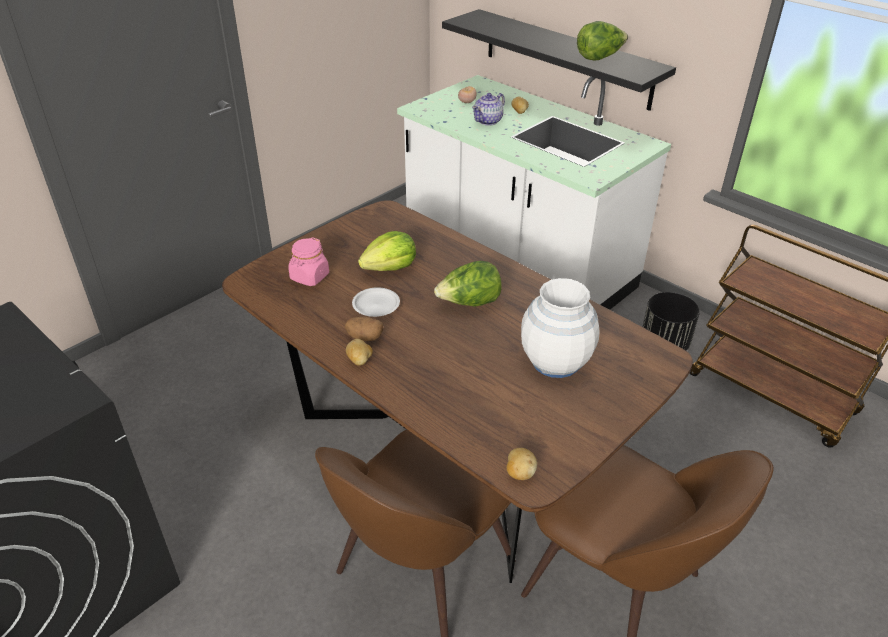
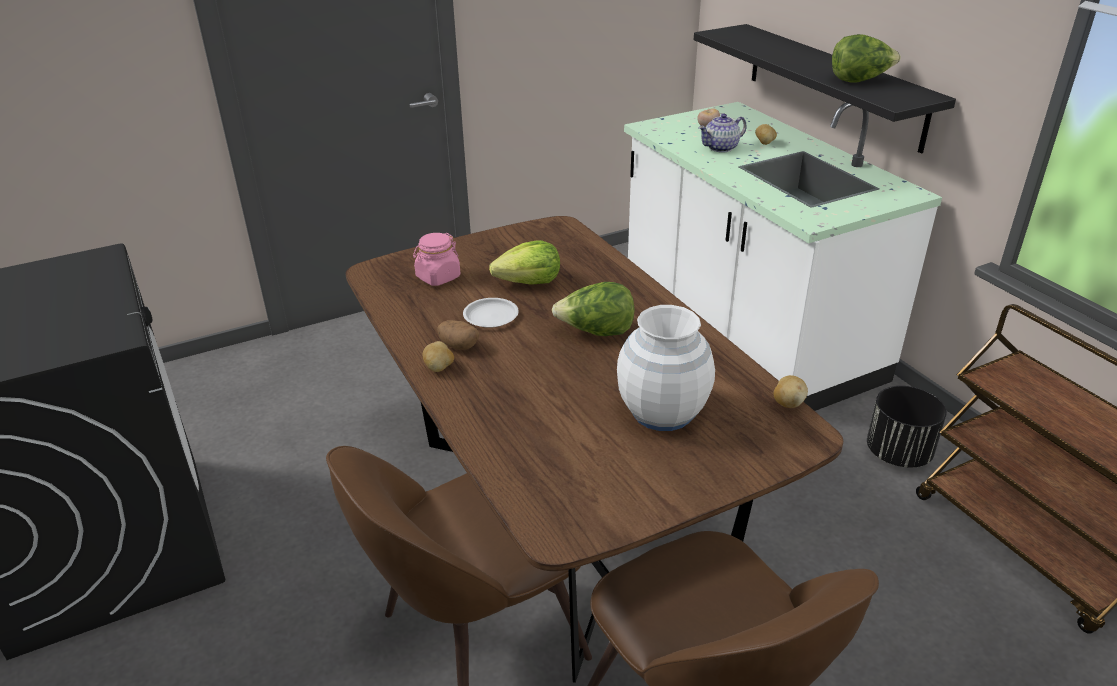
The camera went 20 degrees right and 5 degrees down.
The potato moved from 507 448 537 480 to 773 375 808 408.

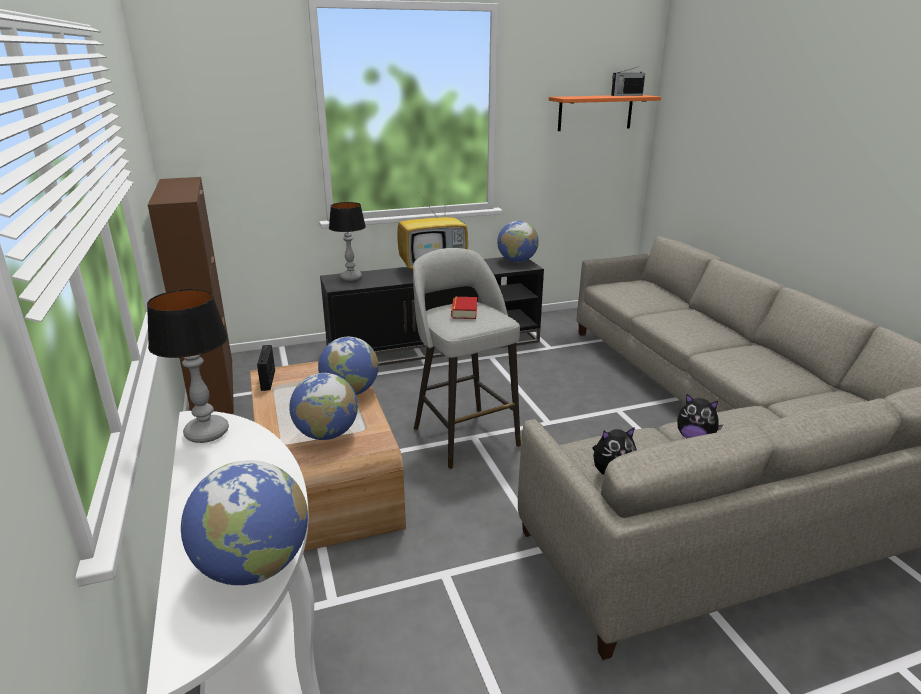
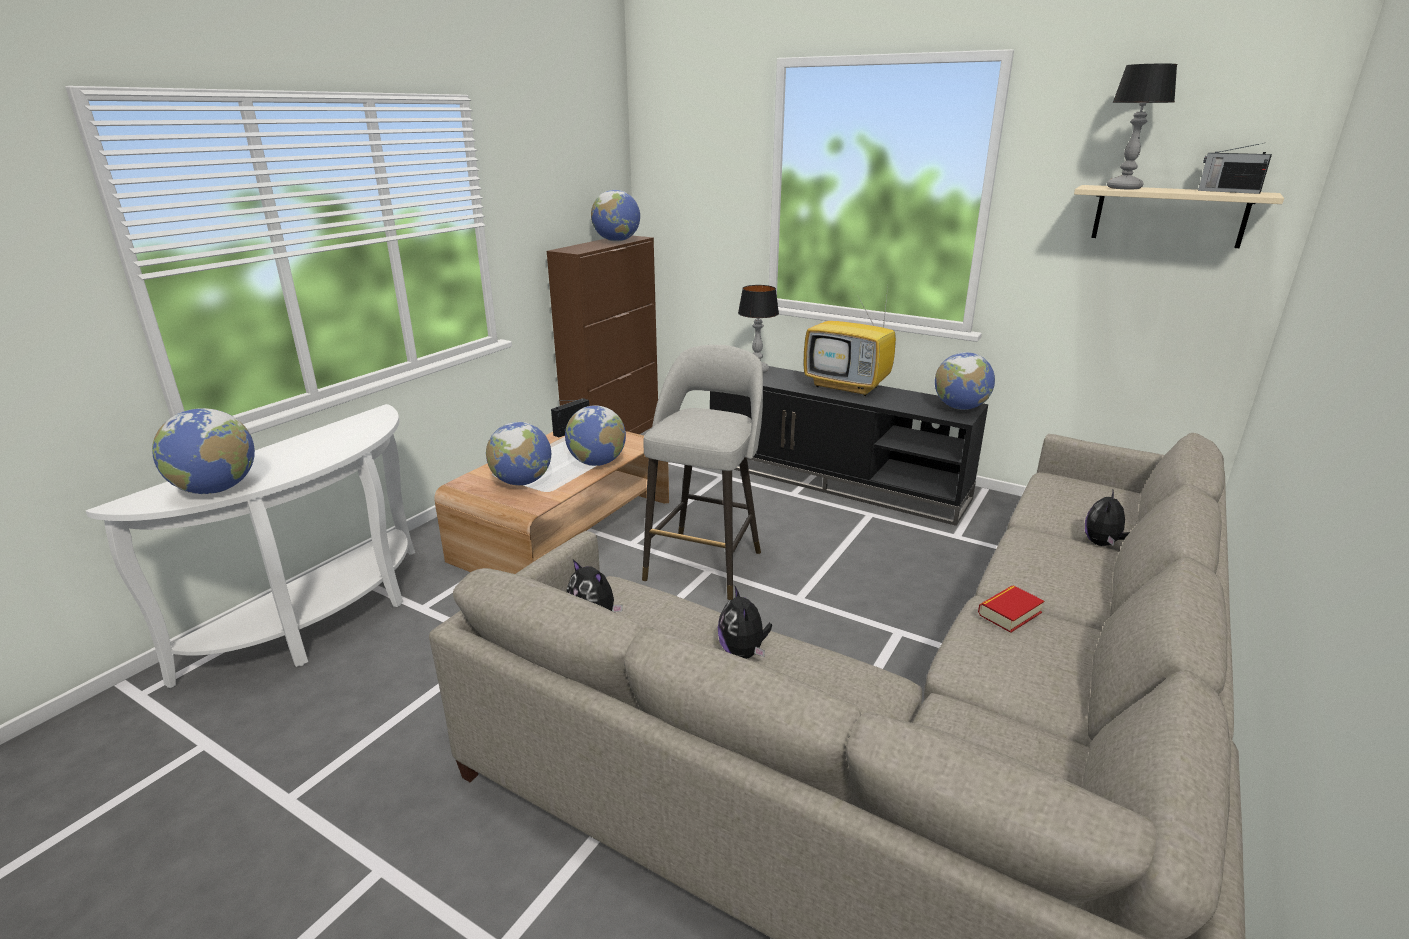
The camera went 50 degrees right and 0 degrees up.
The world globe at 591 190 640 242 appeared.
The soft toy at 1085 490 1130 546 appeared.
The table lamp moved from 147 289 229 443 to 1107 63 1177 189.
The volume moved from 451 297 477 319 to 978 585 1044 633.
The bracket shelf/orange at 549 95 661 131 became the bracket shelf/beige-coloured at 1074 185 1284 248.

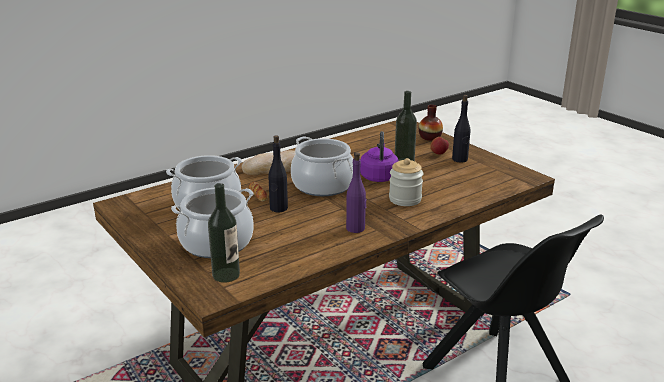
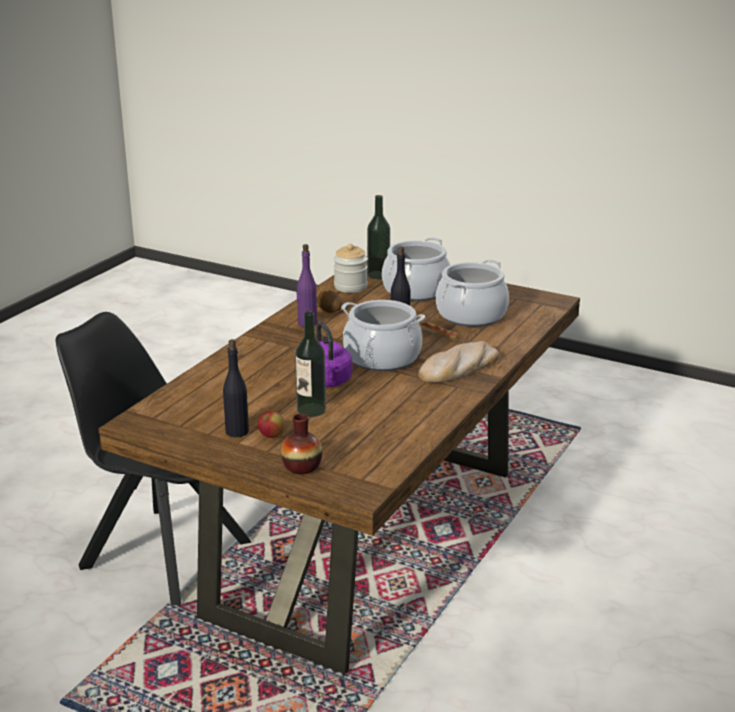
The camera went 155 degrees right and 0 degrees up.
The potato at 317 291 343 313 appeared.
The jar moved from 389 158 423 206 to 333 244 368 293.

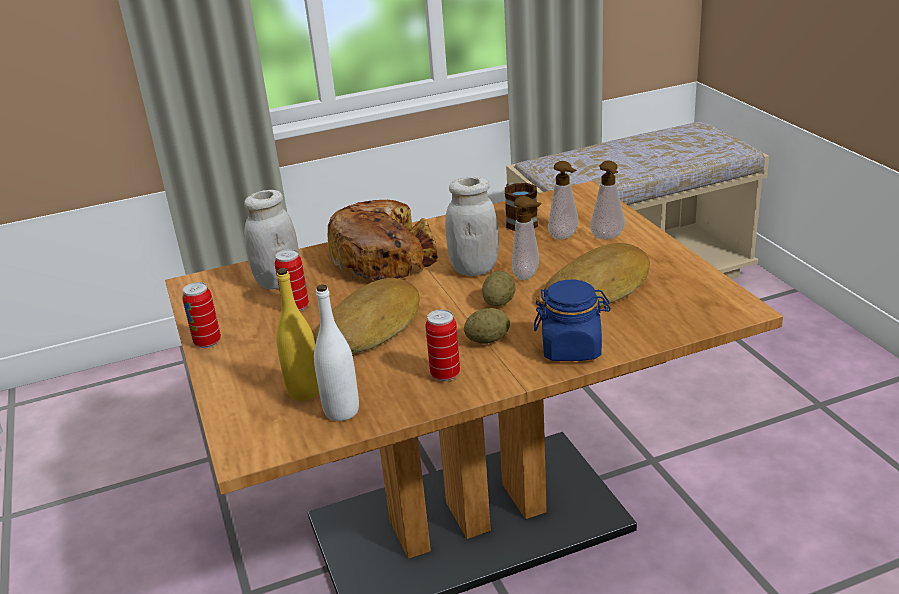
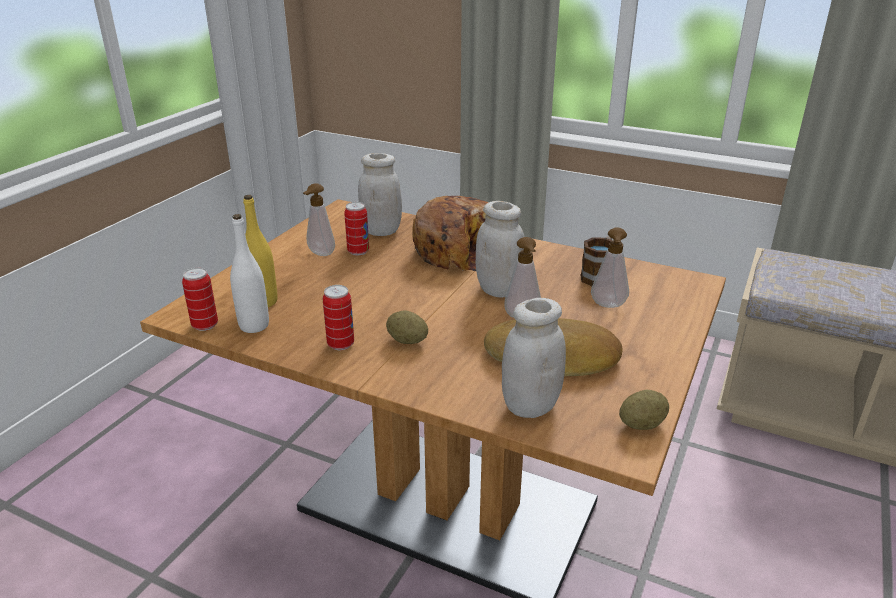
The camera went 45 degrees right and 0 degrees up.
The baked bread at 313 278 419 354 disappeared.
The jar/bluish at 534 279 611 361 disappeared.
The jar/white at 502 298 566 418 appeared.
The can moved from 182 282 221 348 to 182 268 218 331.
The potato moved from 482 271 515 306 to 619 389 669 430.
The liquid soap bottle moved from 590 161 625 239 to 303 183 335 256.

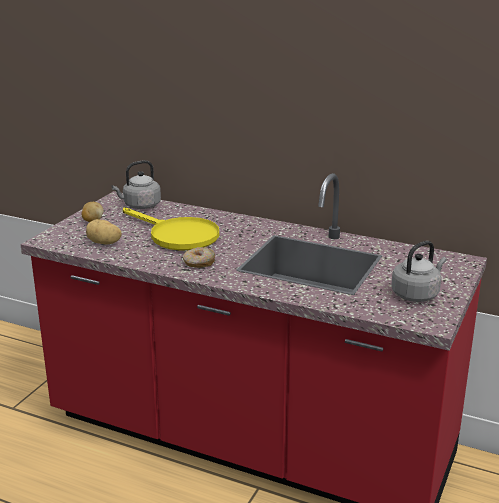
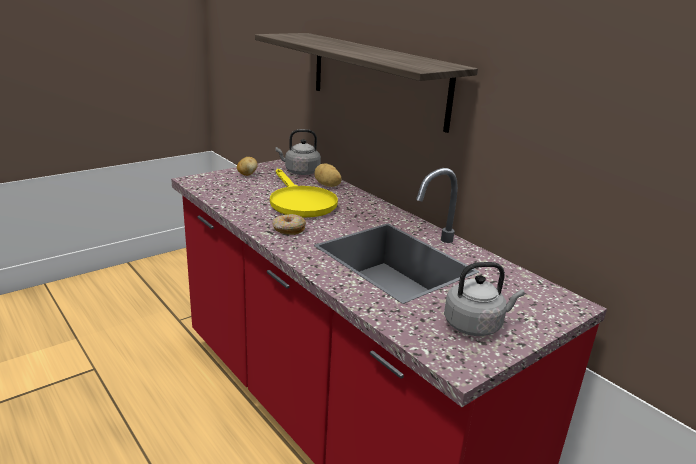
The camera went 25 degrees right and 0 degrees up.
The bracket shelf at 255 33 478 133 appeared.
The potato moved from 86 219 122 245 to 314 163 342 187.

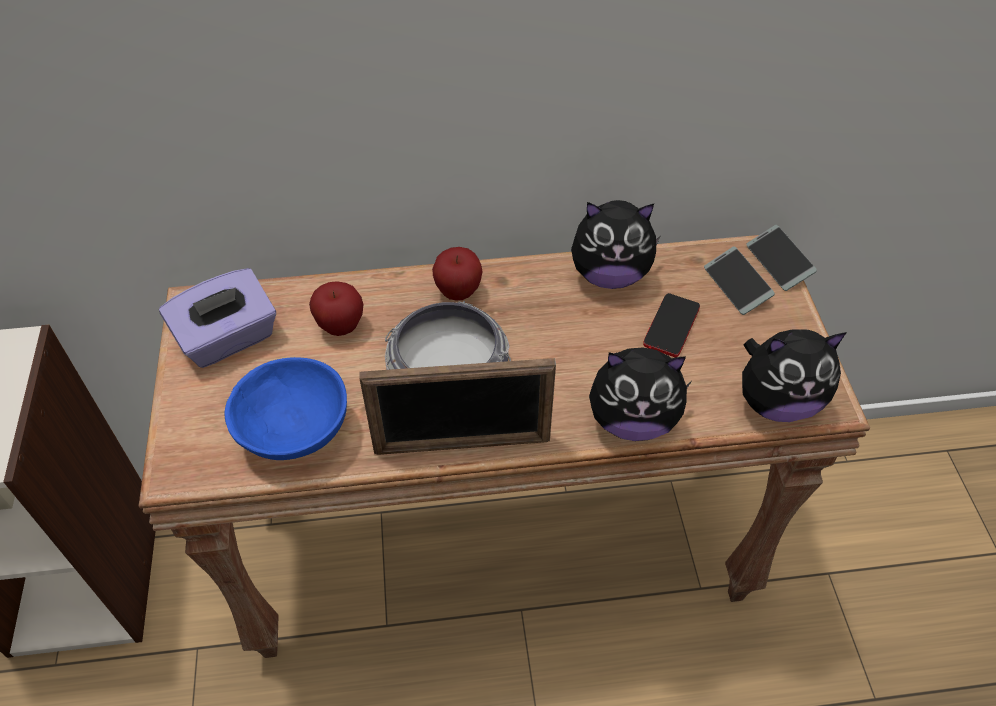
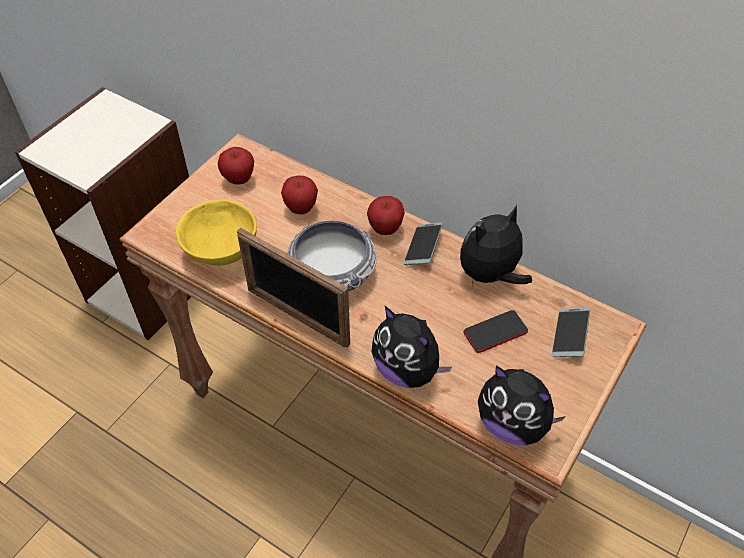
The camera went 40 degrees right and 0 degrees up.
The phone moved from 747 225 817 291 to 404 222 443 265.
The tissue holder/purple at 159 268 276 368 was replaced by the whole apple at 218 147 254 185.
The deep dish/bluish at 224 357 347 460 became the deep dish/yellow at 176 200 257 266.
The soft toy at 571 200 661 289 turned 105 degrees clockwise.

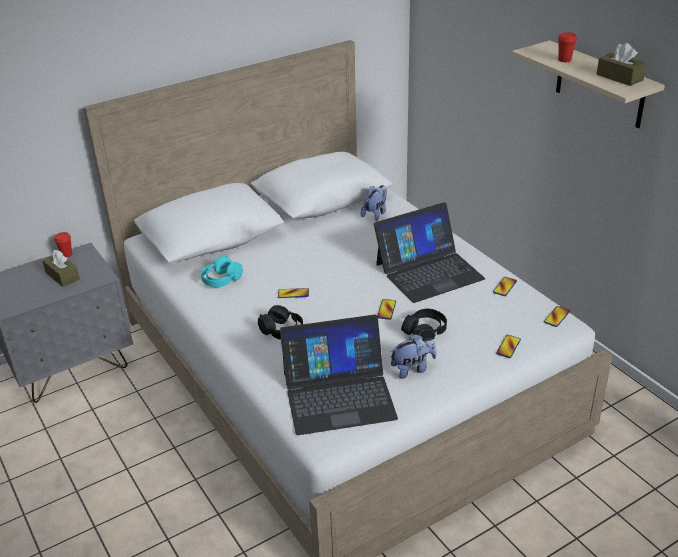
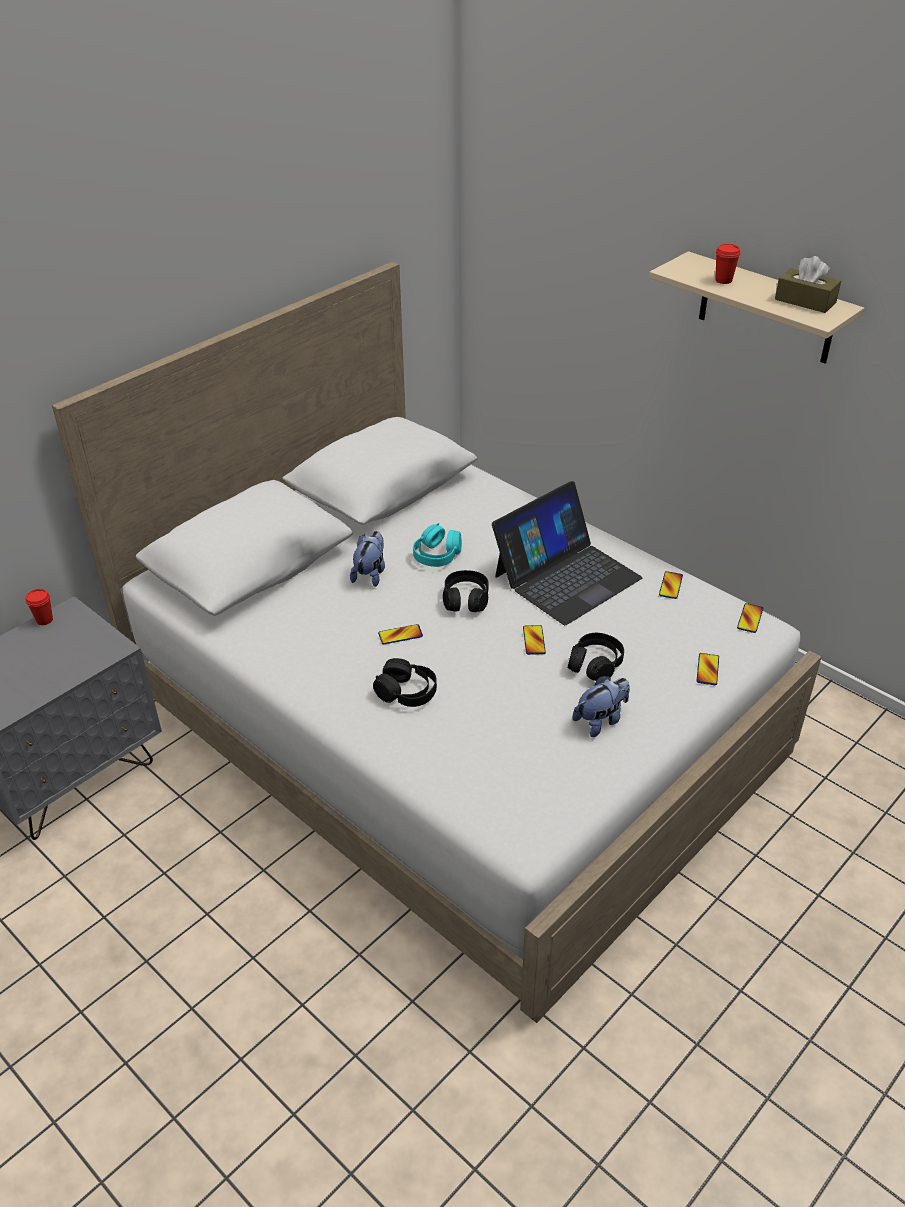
The camera went 15 degrees left and 5 degrees up.
The tissue holder/brownish at 42 250 80 287 disappeared.
The notebook computer at 280 315 398 435 disappeared.
The headset/blackish at 443 570 489 612 appeared.
The headset/blue-green moved from 201 255 243 287 to 413 523 462 567.
The soft toy moved from 361 185 387 221 to 350 531 385 587.

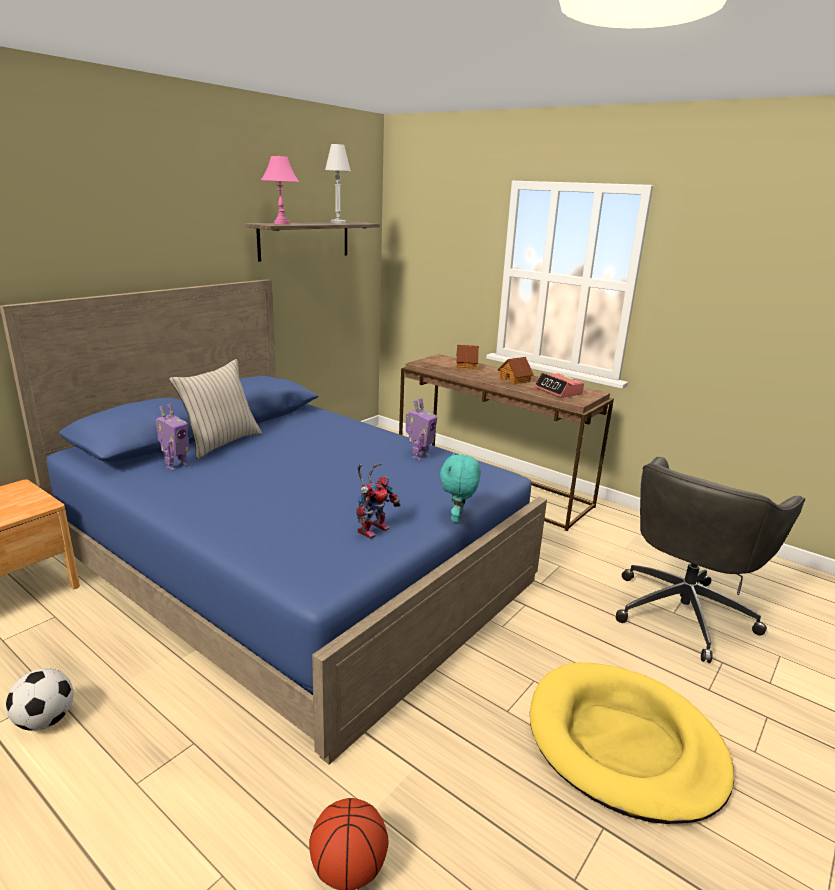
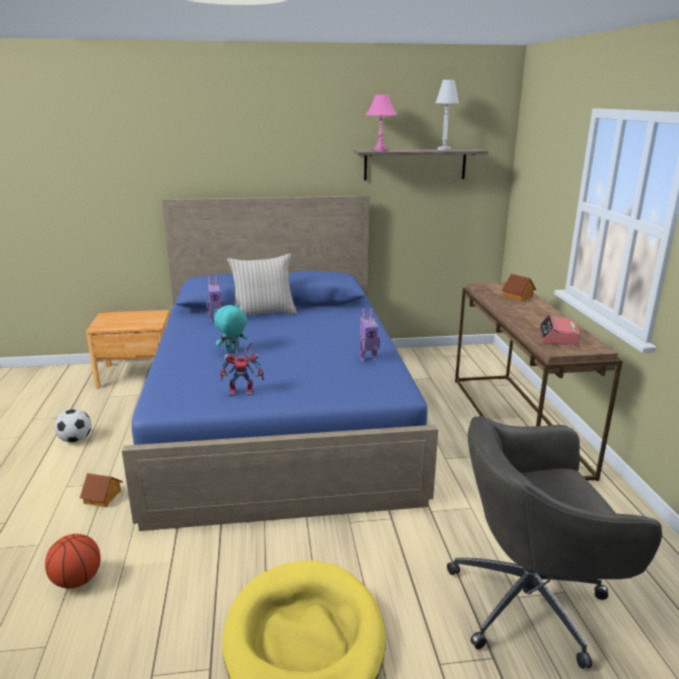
The camera went 45 degrees right and 0 degrees up.
The soft toy/blue-green moved from 440 452 481 523 to 214 304 248 353.
The model house moved from 498 357 534 384 to 80 473 123 507.

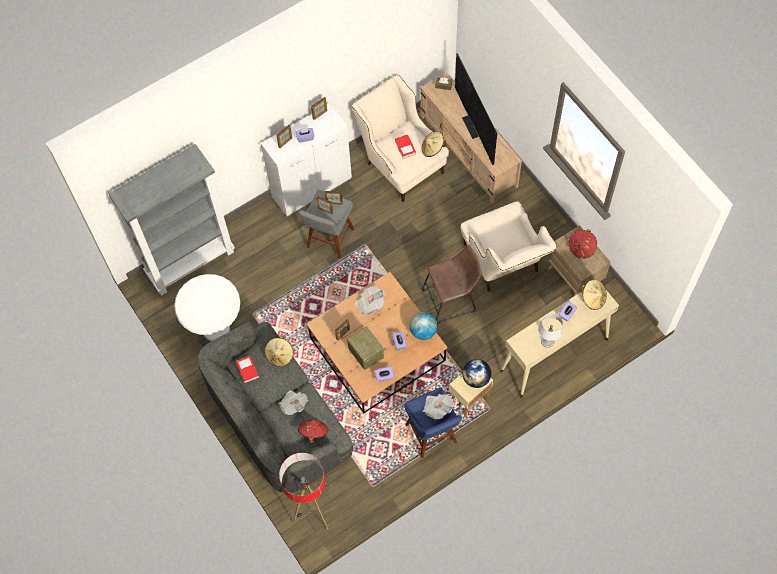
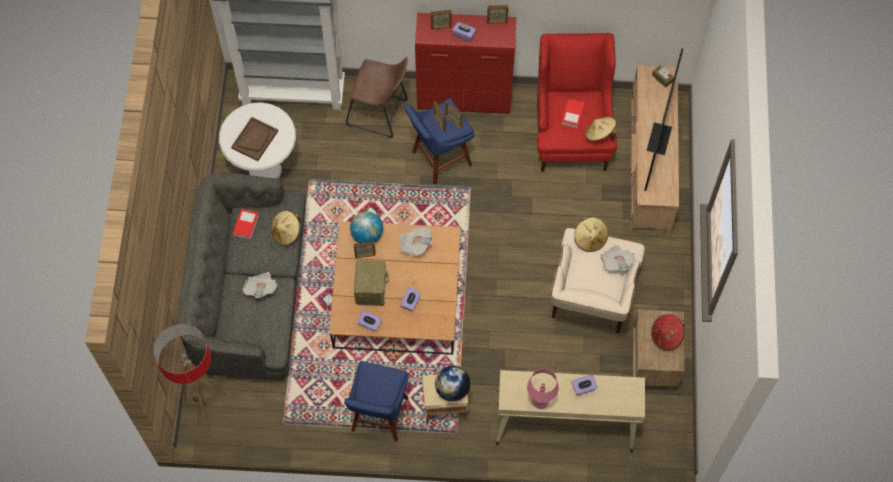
The camera went 35 degrees right and 0 degrees up.
The wearable hat/red at 298 419 328 444 disappeared.
The tray/brownish at 231 117 278 161 appeared.
The world globe moved from 410 312 437 340 to 350 211 383 243.
The sitting stool/brownish moved from 422 245 481 324 to 346 57 408 138.
The daily paper moved from 423 394 453 419 to 600 245 635 271.
The wearable hat/beige-coloured moved from 581 280 607 310 to 574 216 608 252.
The cupboard/white at 261 103 352 216 became the cupboard/red at 415 13 516 114.
The sitting stool/gray at 299 190 354 259 became the sitting stool/bluish at 404 98 475 185.
The armchair/beige-coloured at 351 75 449 202 became the armchair/red at 537 33 617 172.
The table lamp/gray at 538 313 563 348 became the table lamp/pink at 527 368 559 409.

